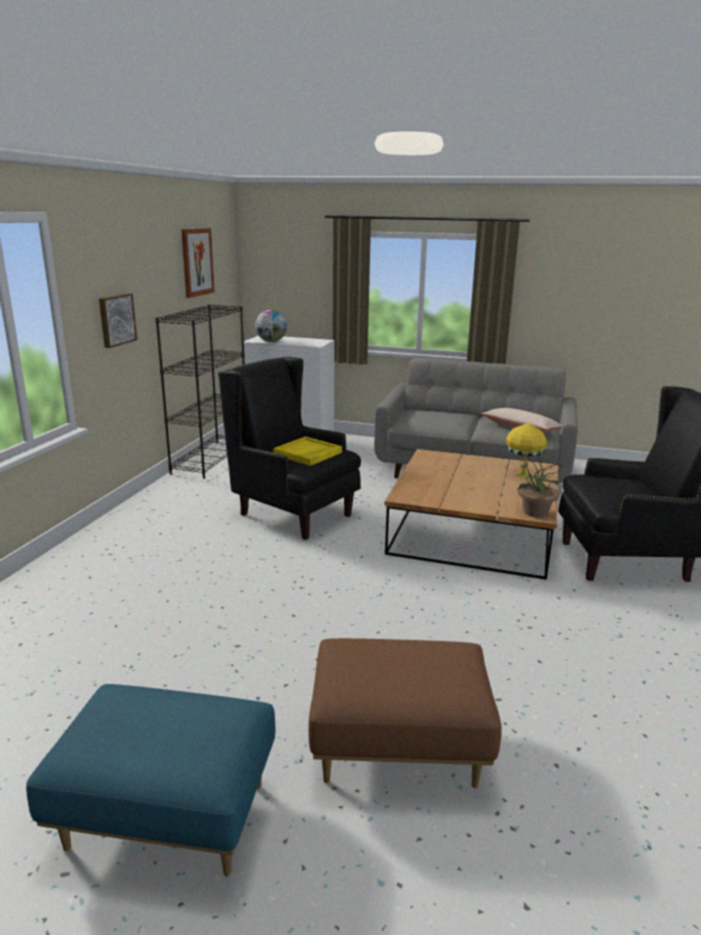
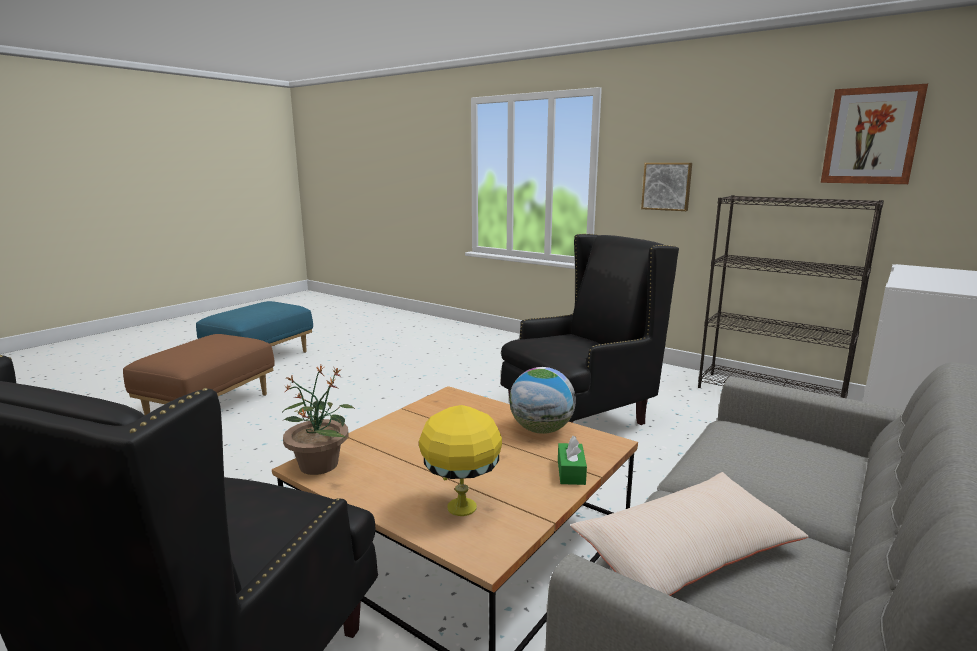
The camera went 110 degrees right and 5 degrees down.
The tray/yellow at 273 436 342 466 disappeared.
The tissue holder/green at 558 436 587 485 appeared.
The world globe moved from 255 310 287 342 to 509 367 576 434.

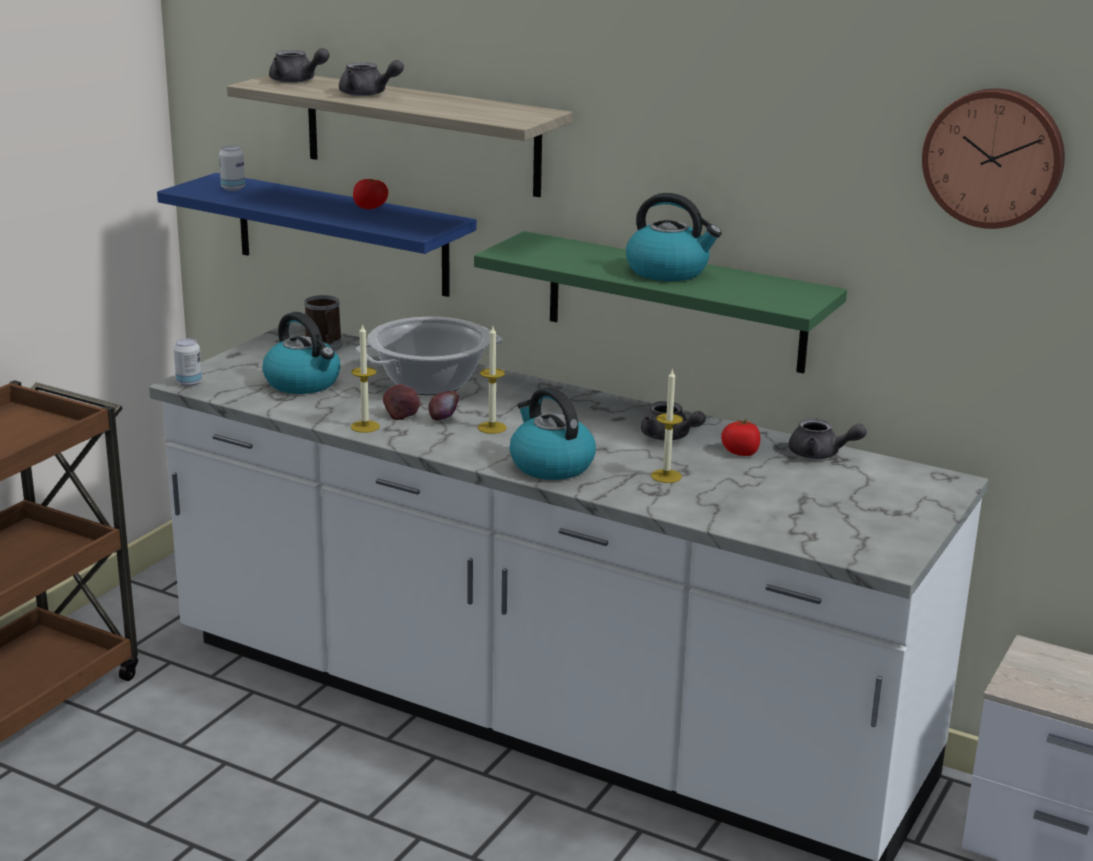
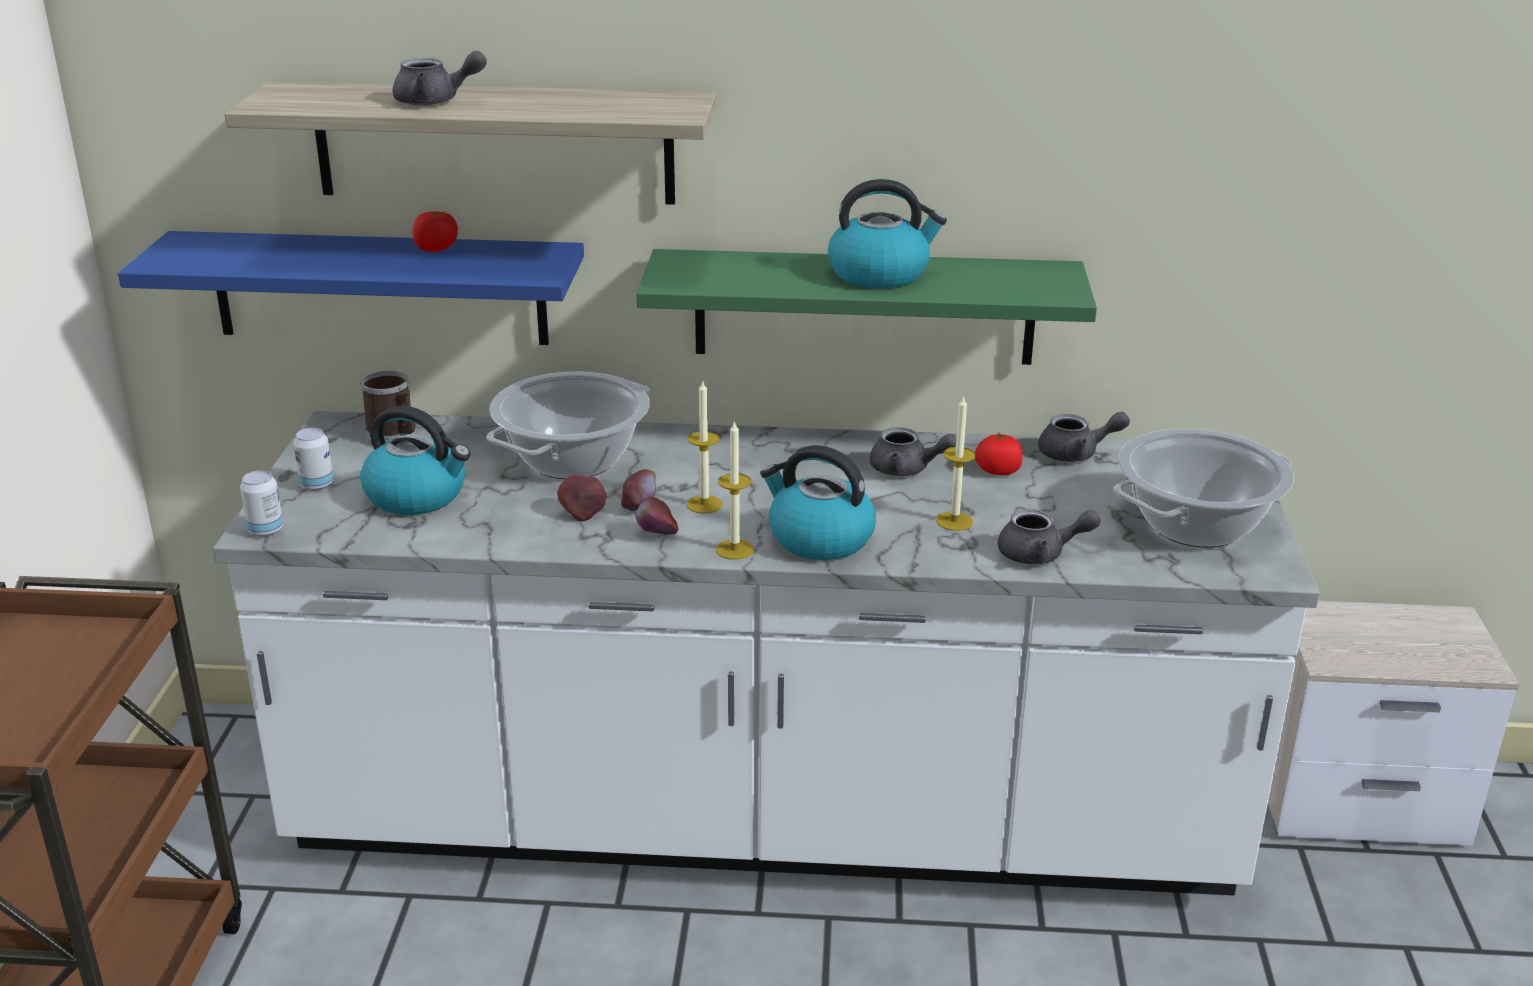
The camera went 25 degrees left and 5 degrees up.
The wall clock at 922 88 1065 229 disappeared.
The whole apple at 635 497 679 534 appeared.
The stockpot at 1113 429 1294 548 appeared.
The can moved from 219 146 245 191 to 293 428 334 491.
The pot for tea/gray moved from 269 48 329 83 to 998 509 1101 564.
The wax light moved from 351 324 380 433 to 716 420 754 560.

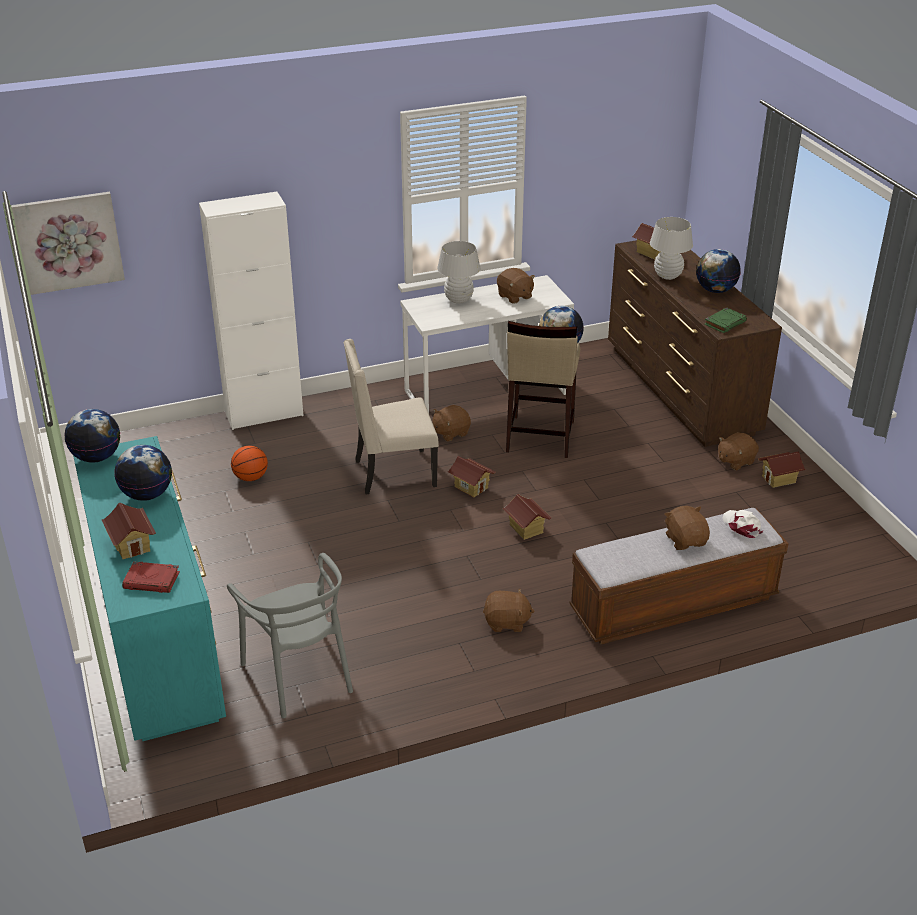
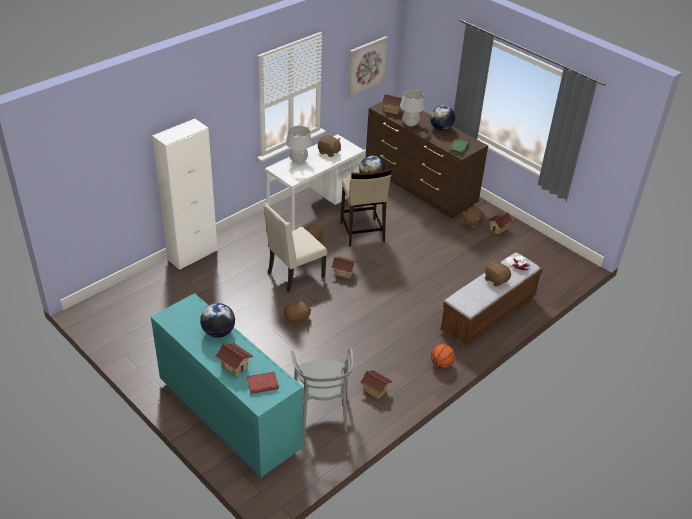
The camera went 25 degrees left and 5 degrees up.
The world globe at 65 409 120 463 disappeared.
The picture moved from 11 192 125 295 to 348 36 388 97.
The ball for basketball moved from 231 446 268 481 to 431 344 455 368.
The soft toy/brownish moved from 483 588 534 632 to 284 299 311 326.
The model house moved from 503 494 551 540 to 359 369 393 399.
The upright chair/gray at 227 553 353 718 turned 45 degrees clockwise.

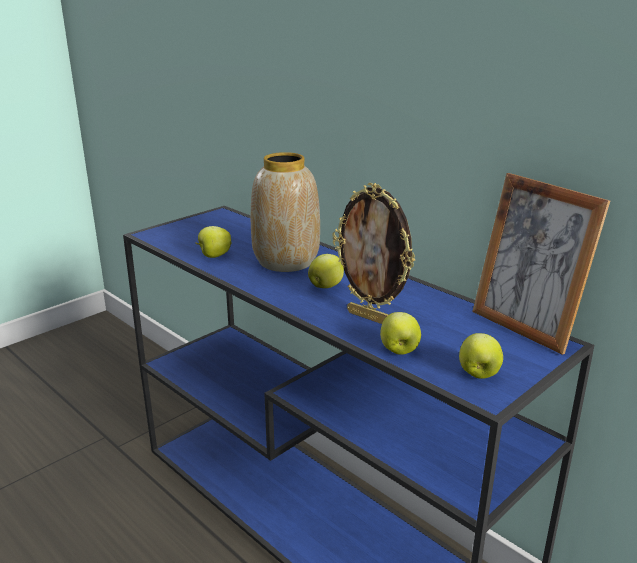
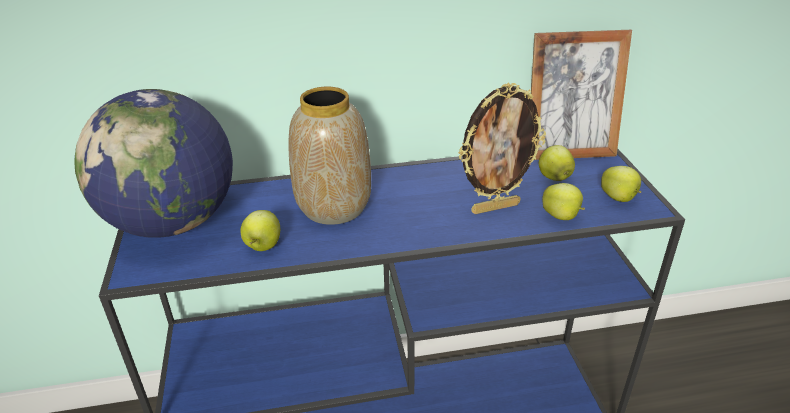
The camera went 55 degrees left and 10 degrees up.
The world globe at 74 89 233 238 appeared.
The whole apple moved from 308 254 344 288 to 539 145 575 181.

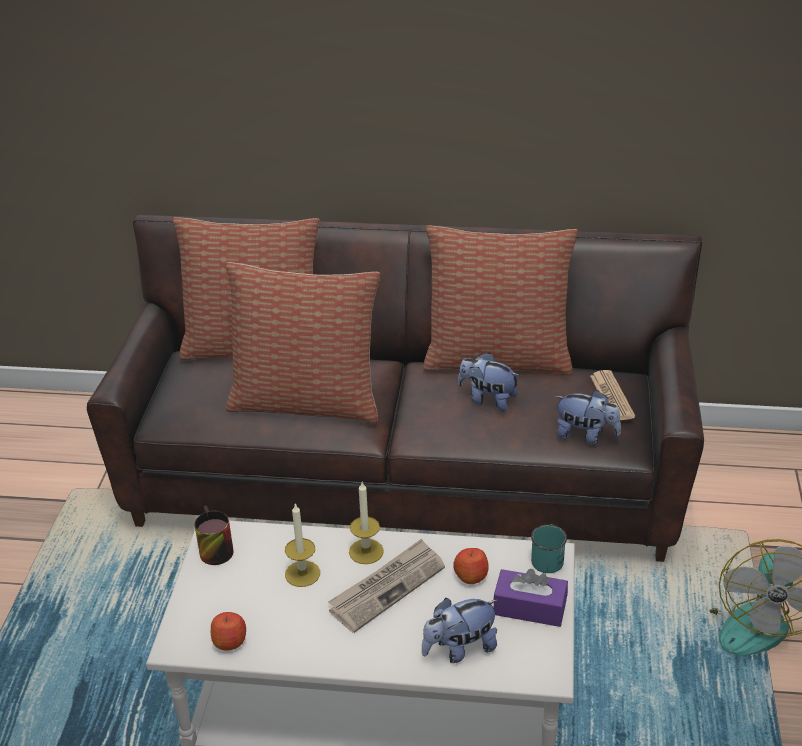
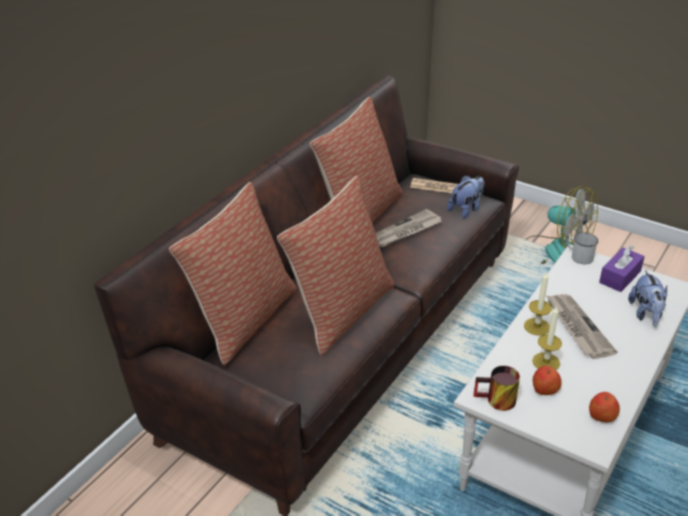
The camera went 65 degrees left and 0 degrees up.
The whole apple moved from 453 548 489 584 to 533 366 562 395.
The soft toy at 458 353 520 412 was replaced by the daily paper at 376 209 442 247.
The mug/blue-green at 531 524 567 573 became the mug/white at 566 233 598 264.

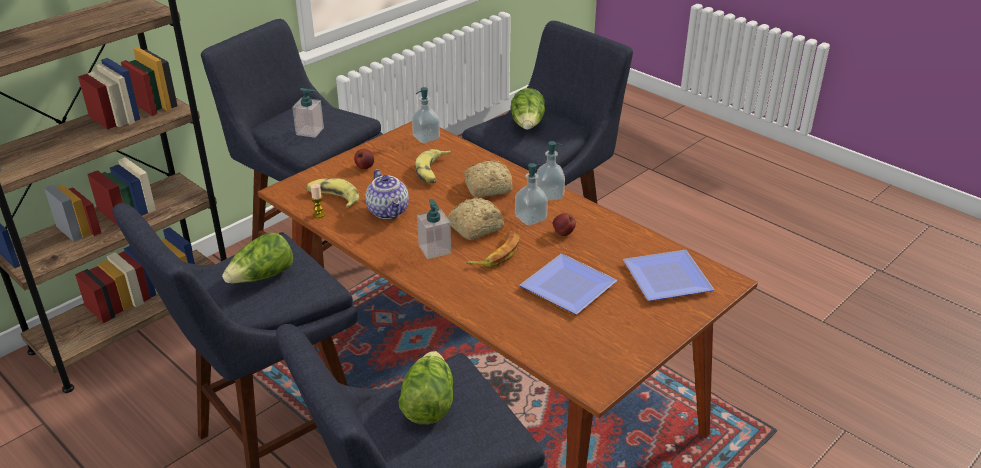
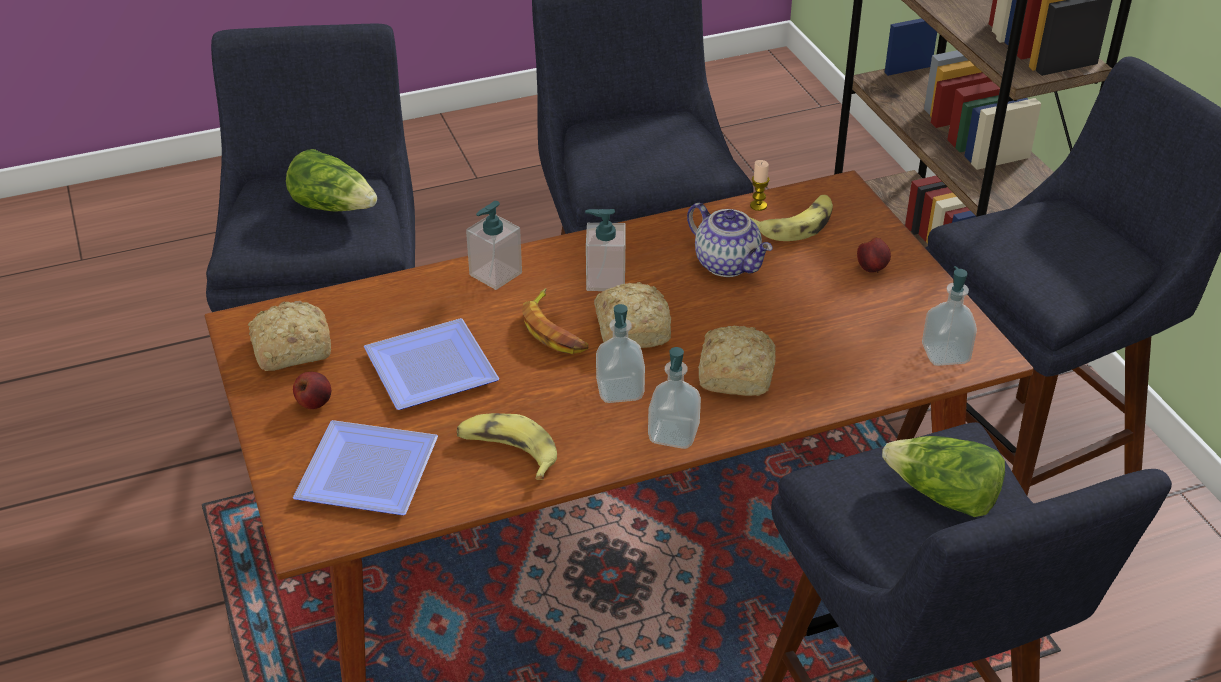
The camera went 115 degrees right and 5 degrees up.
The head of lettuce at 222 232 293 283 disappeared.
The baked bread at 248 301 331 371 appeared.
The liquid soap bottle moved from 292 88 324 138 to 466 201 522 290.
The banana moved from 415 149 451 184 to 457 413 557 480.
The whole apple moved from 553 213 576 236 to 293 372 331 409.
The pot for tea at 365 169 409 219 turned 135 degrees counterclockwise.

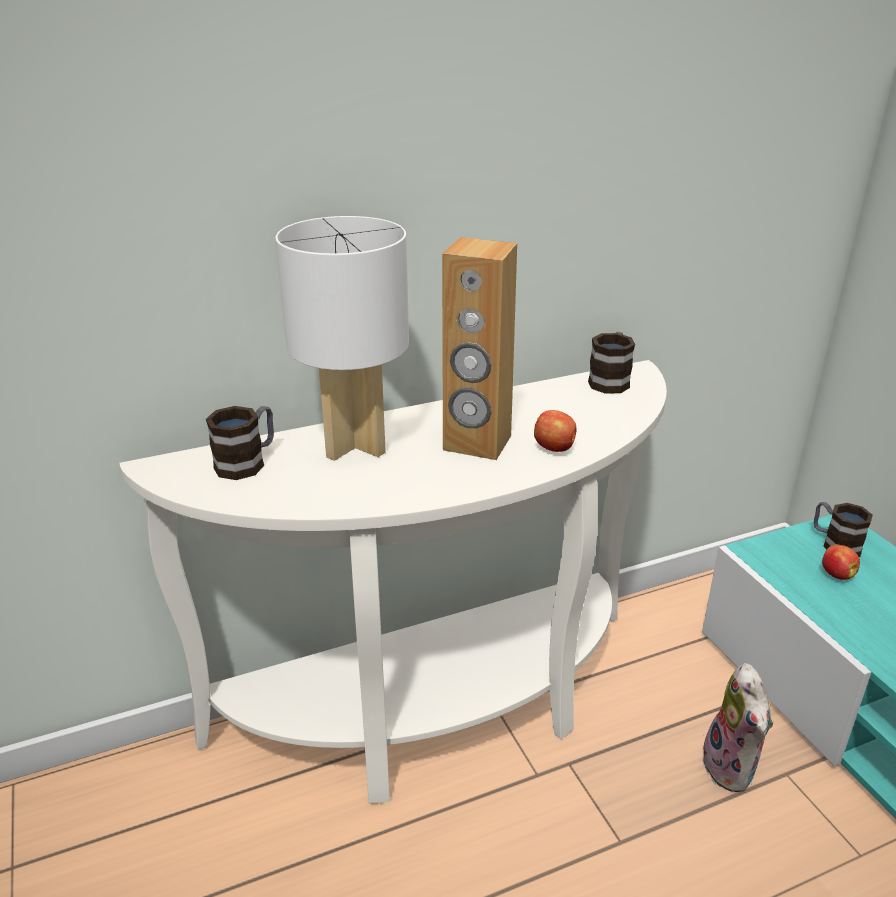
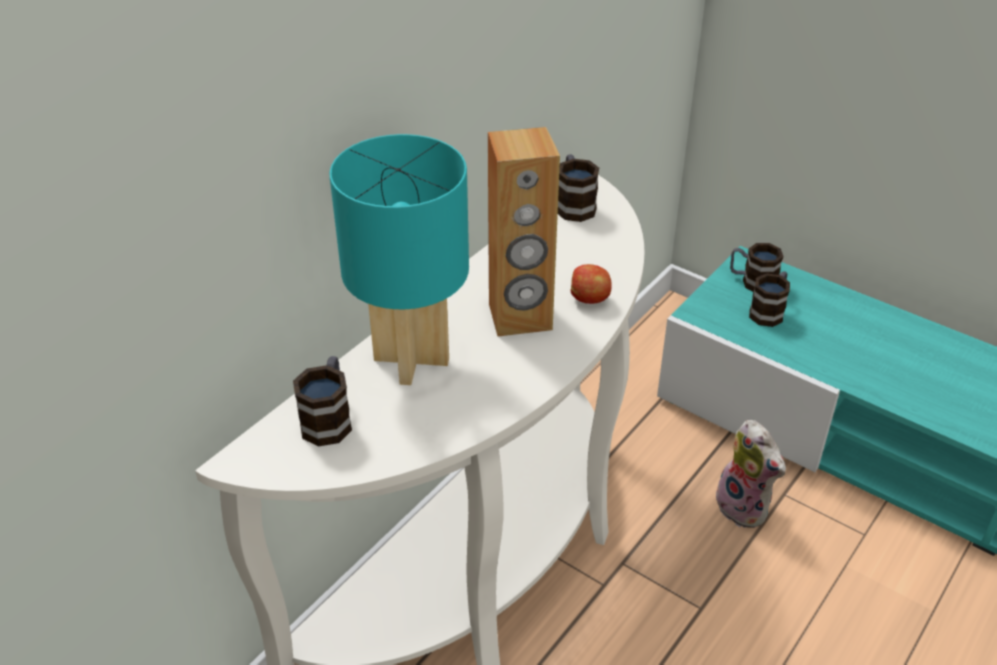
The camera went 30 degrees left and 10 degrees up.
The whole apple at 822 545 860 580 was replaced by the mug at 749 271 790 327.
The table lamp/white at 275 216 409 461 became the table lamp/blue-green at 330 134 469 385.

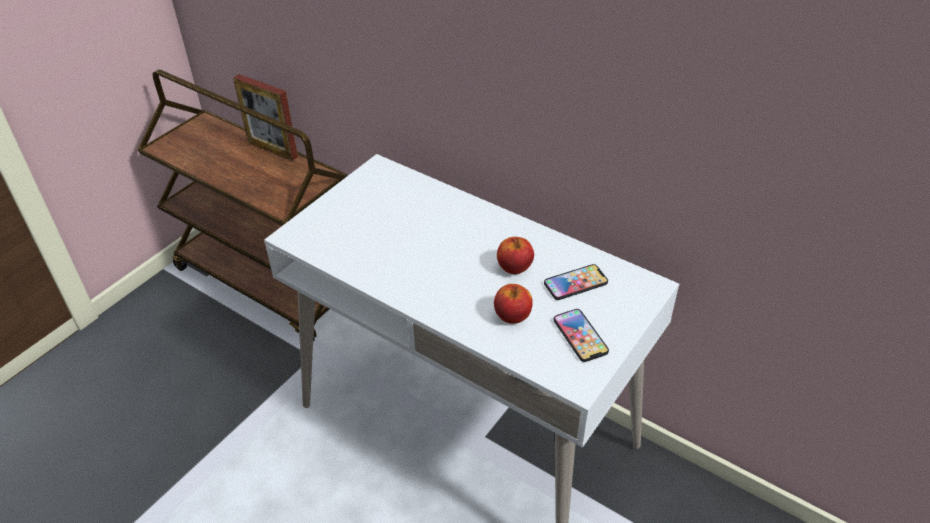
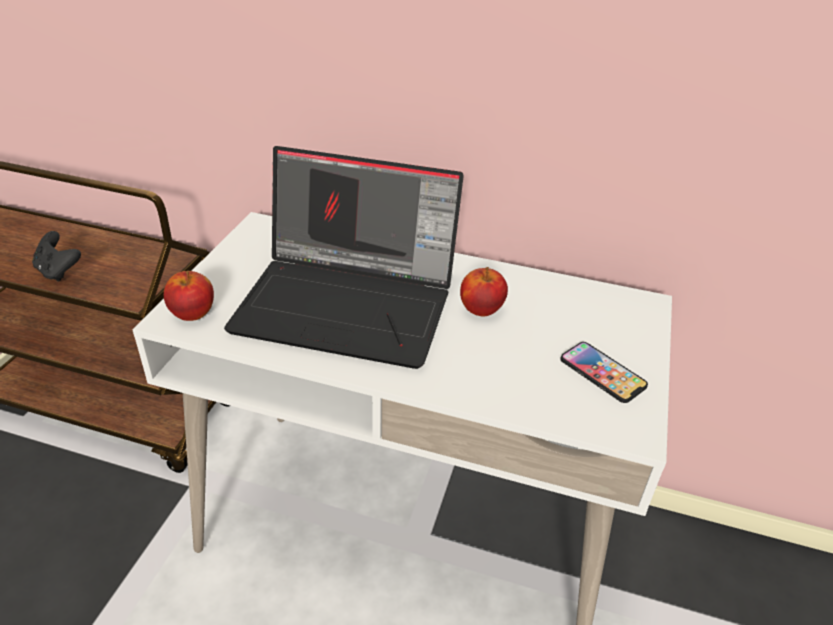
The camera went 20 degrees left and 5 degrees down.
The standing frame at 233 74 298 161 disappeared.
The phone at 544 264 608 300 disappeared.
The gamepad/blackish at 32 231 81 282 appeared.
The notebook computer at 224 146 464 369 appeared.
The whole apple moved from 494 284 533 324 to 164 271 214 321.

